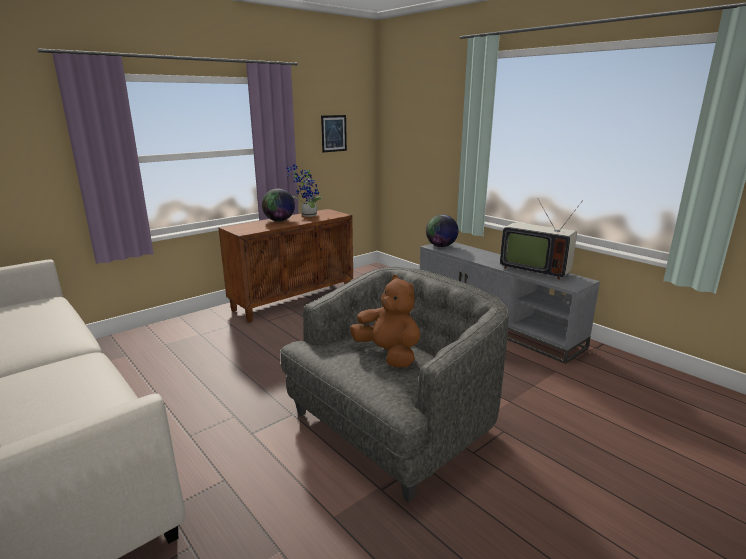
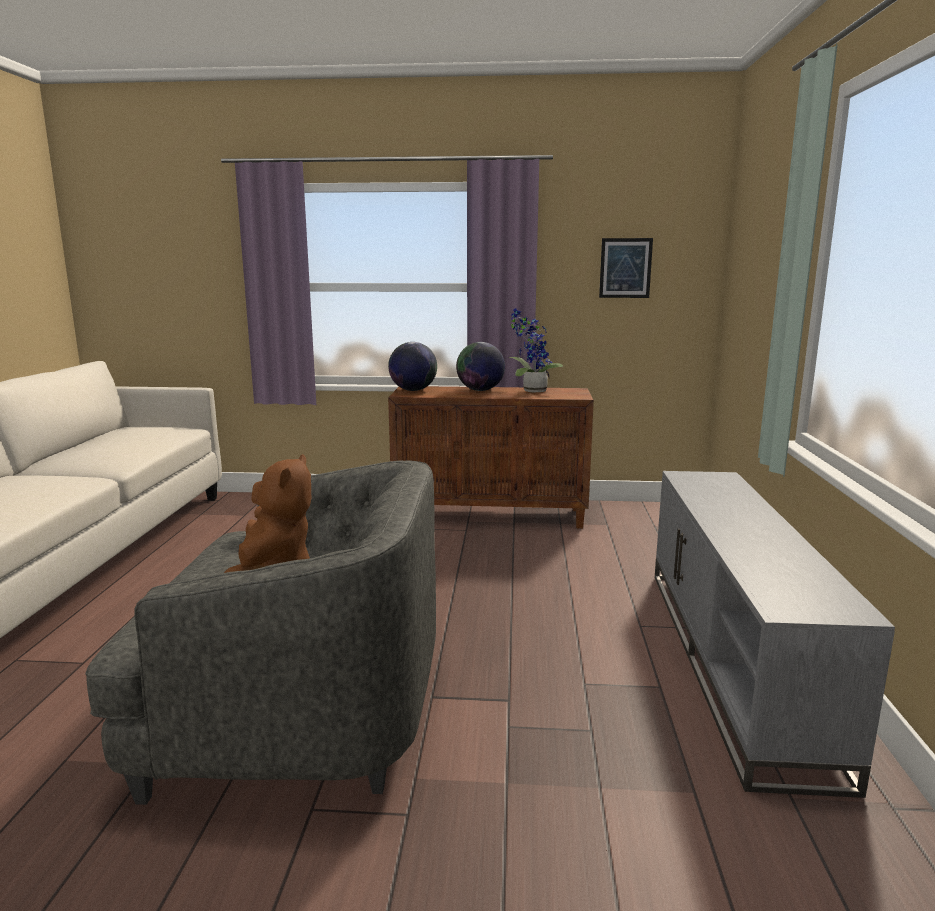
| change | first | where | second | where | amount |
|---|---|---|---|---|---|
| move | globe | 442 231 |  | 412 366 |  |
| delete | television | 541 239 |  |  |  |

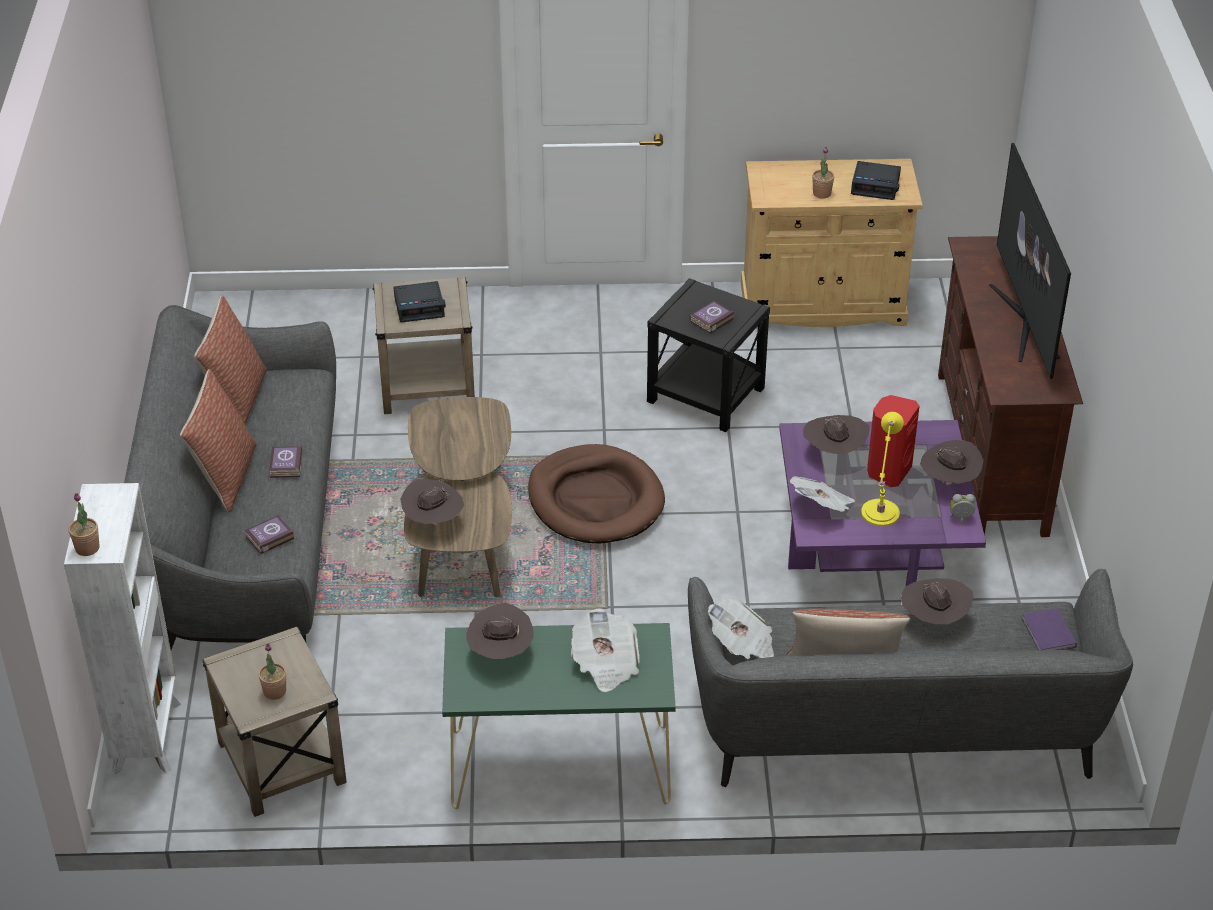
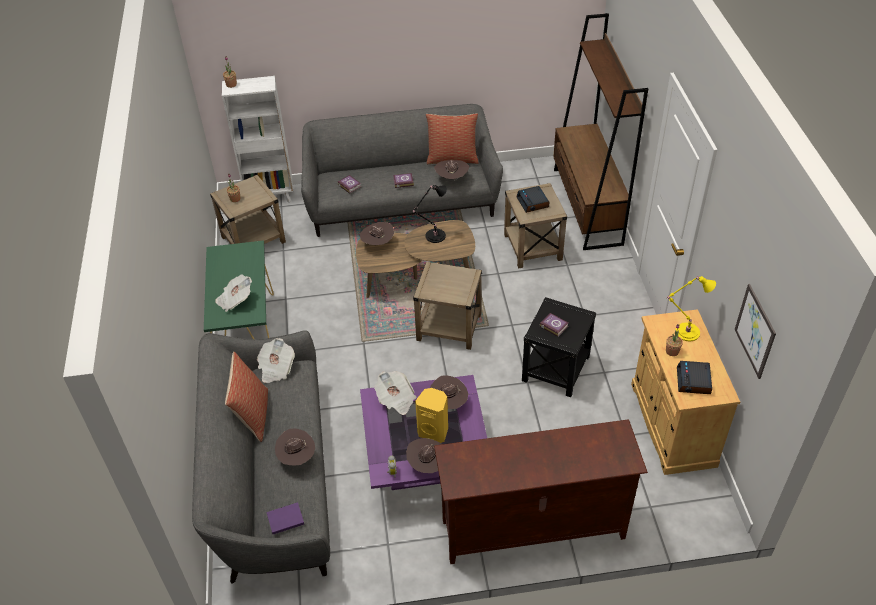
| change | first | where | second | where | amount |
|---|---|---|---|---|---|
| insert |  |  | black tabletop lamp | 430 214 |  |
| replace | brown-coloured dog cushion | 596 494 | beige side table | 447 306 |  |
| recolor | reddish speaker | 893 441 | yellow speaker | 431 415 |  |
| move | brown-coloured clothing hat | 500 631 |  | 451 171 |  |
| insert |  |  | brown-coloured bookcase | 600 131 |  |
| move | yellow tabletop lamp | 882 469 |  | 691 308 |  |
| insert |  |  | picture | 755 331 |  |
| delete | throw pillow | 218 440 |  |  |  |
| delete | television | 1030 261 |  |  |  |

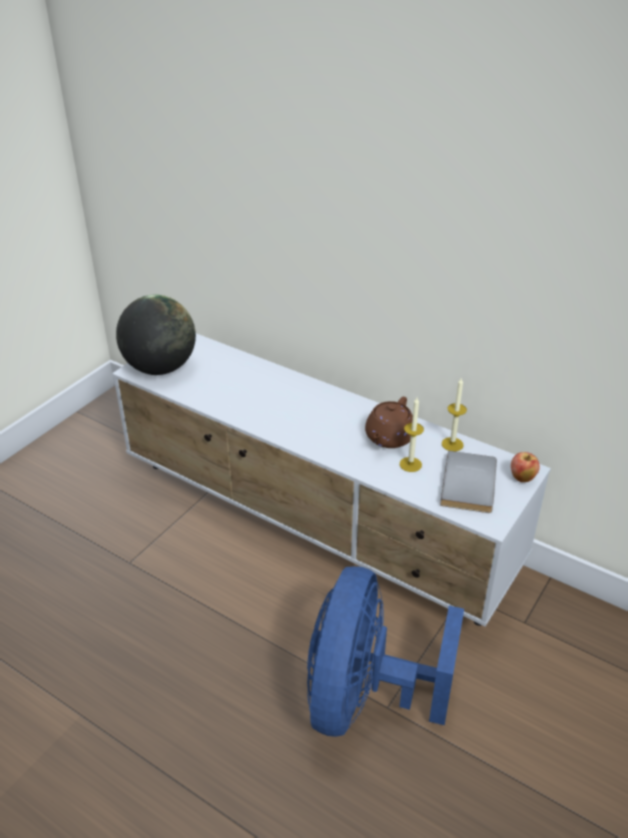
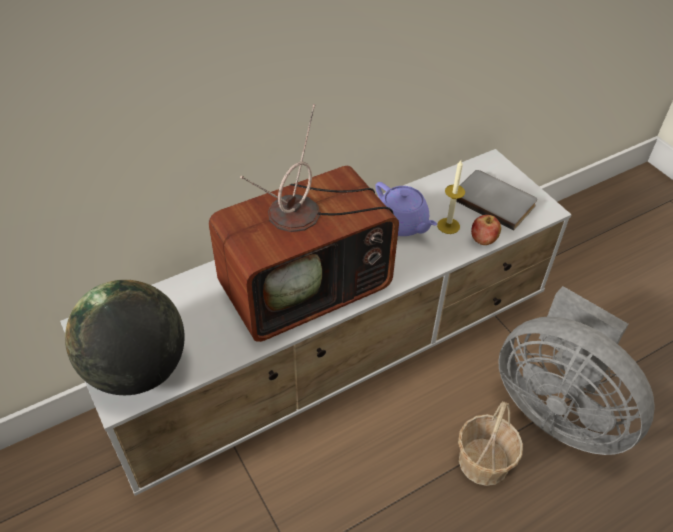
| change | first | where | second | where | amount |
|---|---|---|---|---|---|
| insert |  |  | television | 304 223 |  |
| recolor | brown-coloured pot for tea | 389 422 | purplish pot for tea | 406 209 |  |
| insert |  |  | basket | 490 443 |  |
| move | apple | 525 467 |  | 486 230 |  |
| recolor | bluish fan | 385 651 | greyish fan | 576 370 |  |
| delete | wax candle | 454 414 |  |  |  |

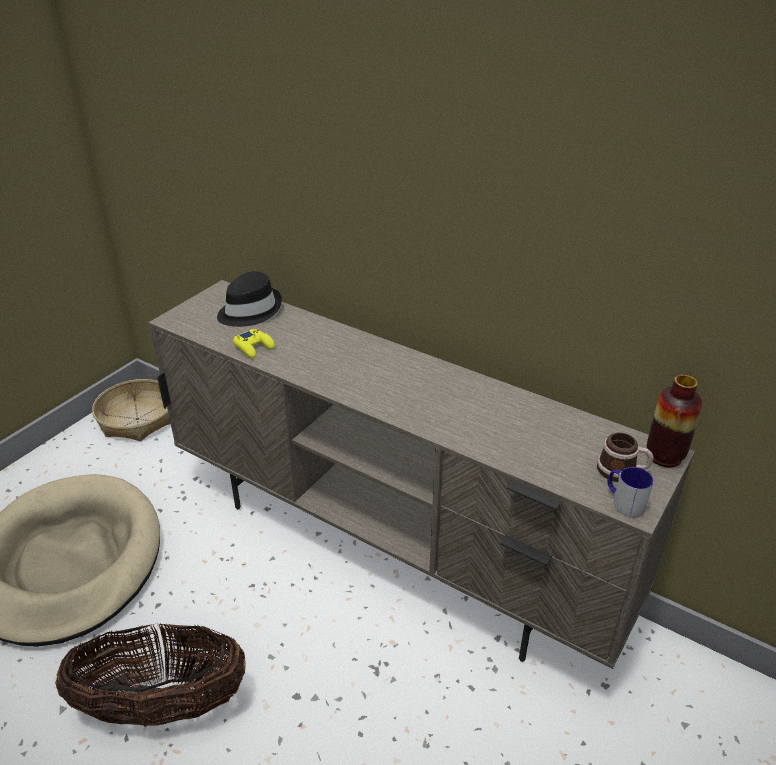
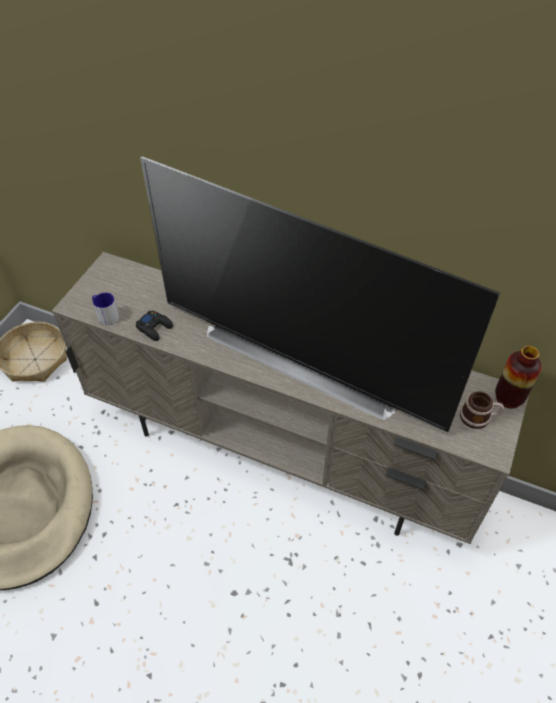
| change | first | where | second | where | amount |
|---|---|---|---|---|---|
| move | coffee mug | 631 492 |  | 105 308 |  |
| recolor | yellow game controller | 254 343 | black game controller | 154 326 |  |
| insert |  |  | television | 320 294 |  |
| delete | basket | 150 675 |  |  |  |
| delete | black clothing hat | 249 299 |  |  |  |

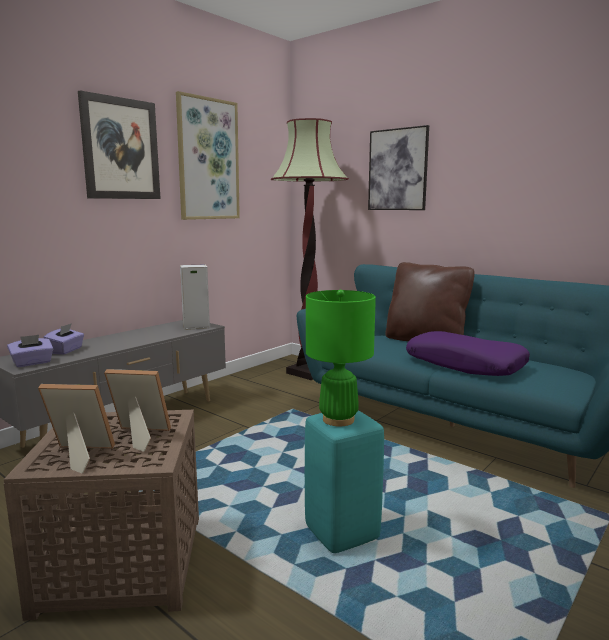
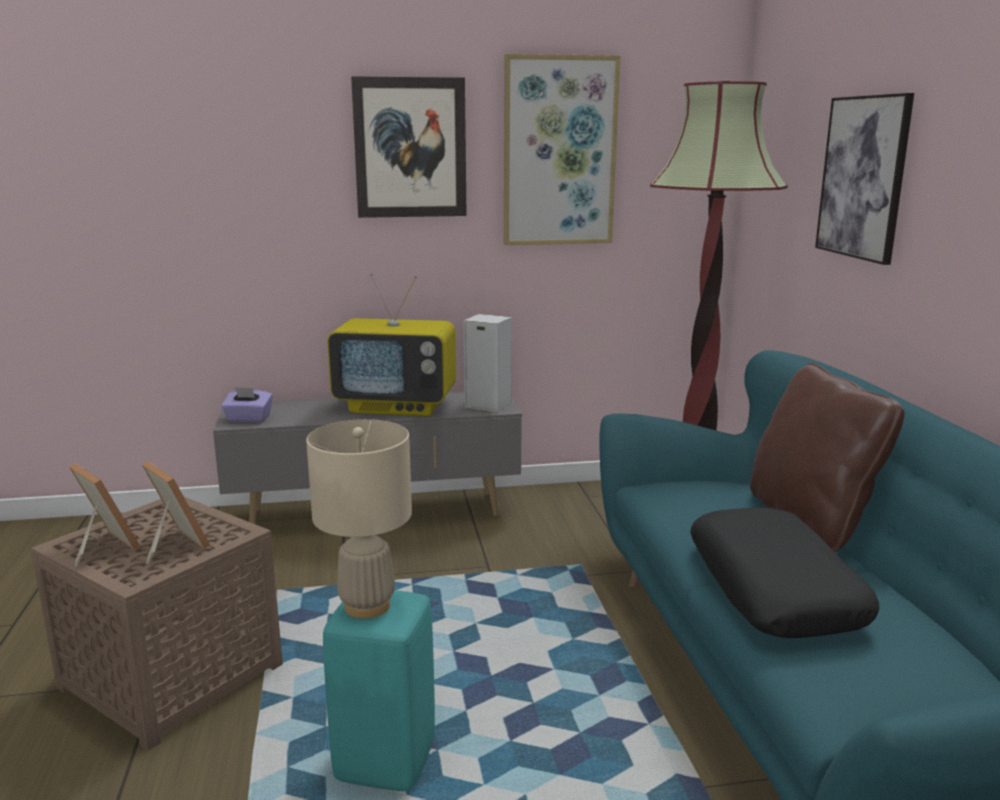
| change | first | where | second | where | amount |
|---|---|---|---|---|---|
| recolor | green tabletop lamp | 341 358 | beige tabletop lamp | 359 519 |  |
| insert |  |  | television | 391 344 |  |
| recolor | purplish throw pillow | 468 353 | black throw pillow | 785 573 |  |
| delete | purplish box of tissues | 63 339 |  |  |  |

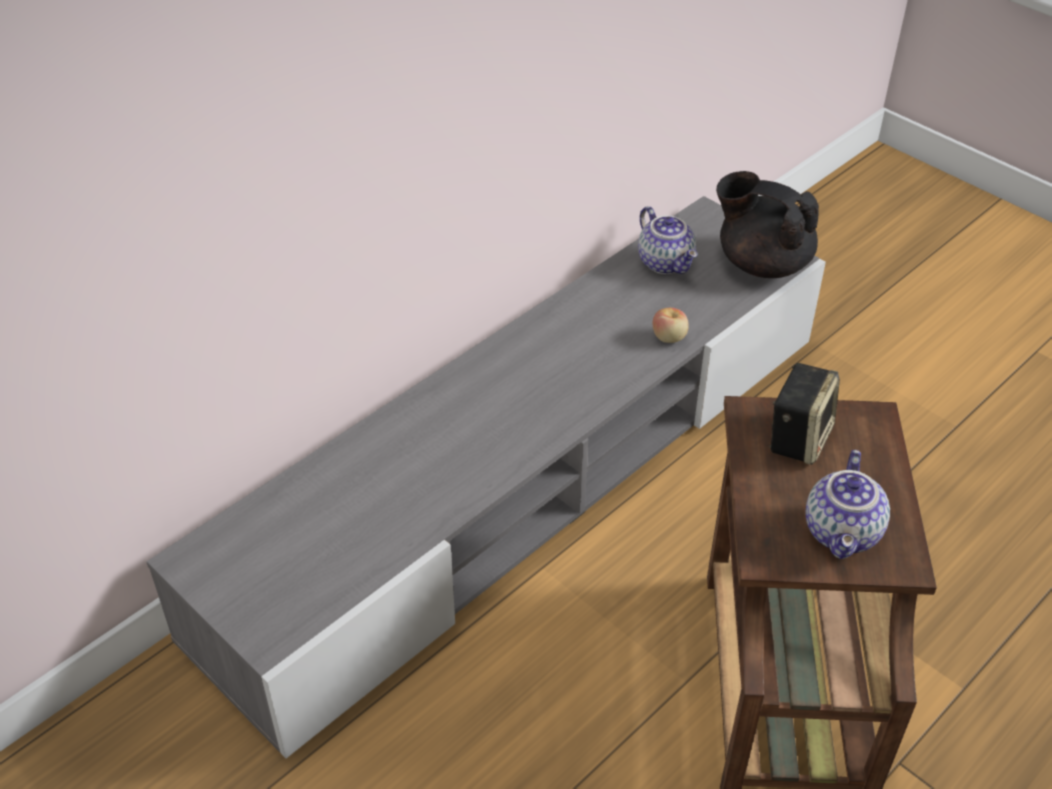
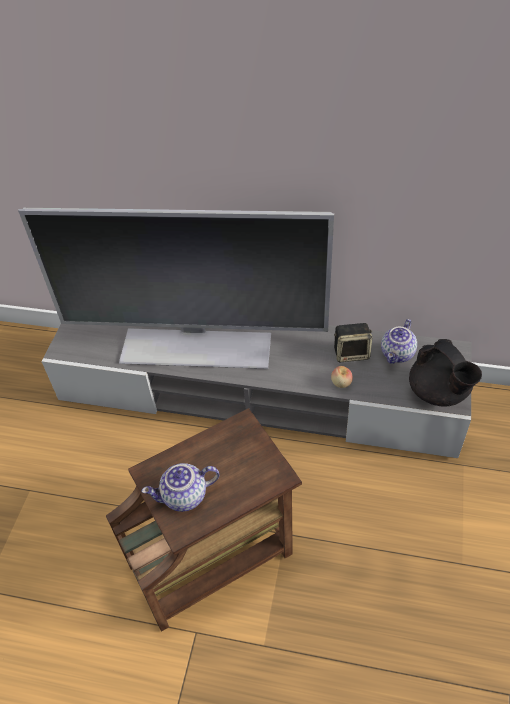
| change | first | where | second | where | amount |
|---|---|---|---|---|---|
| insert |  |  | television | 176 288 |  |
| move | speaker | 804 414 |  | 353 342 |  |
| rotate | black pot for tea | 767 224 |  | 445 373 | 150 degrees clockwise |

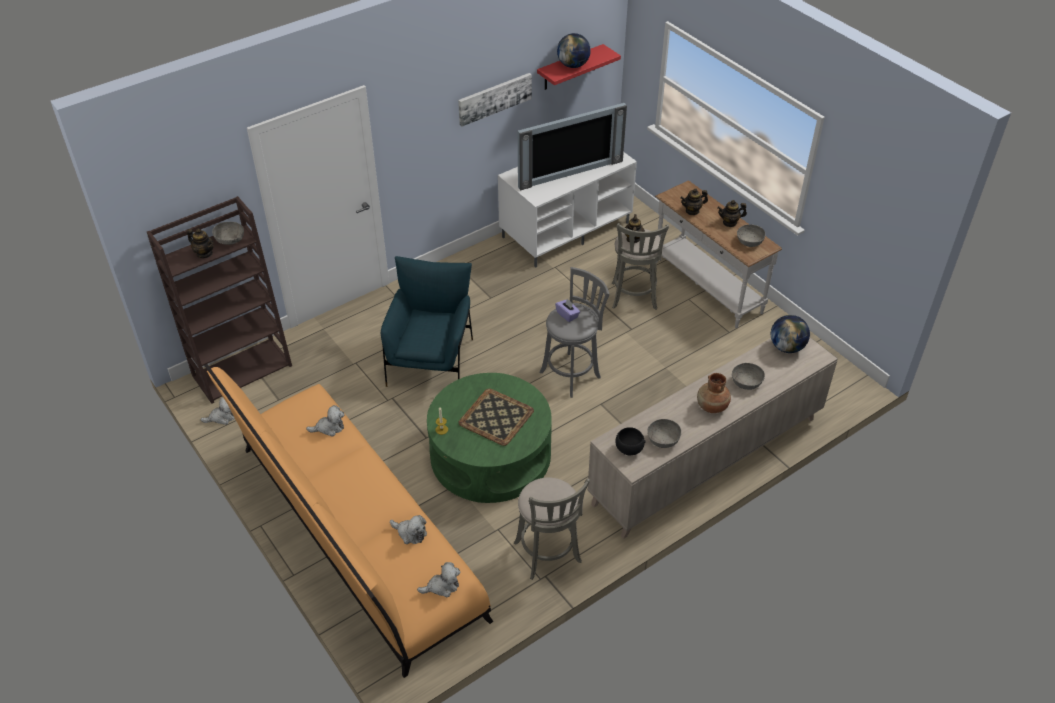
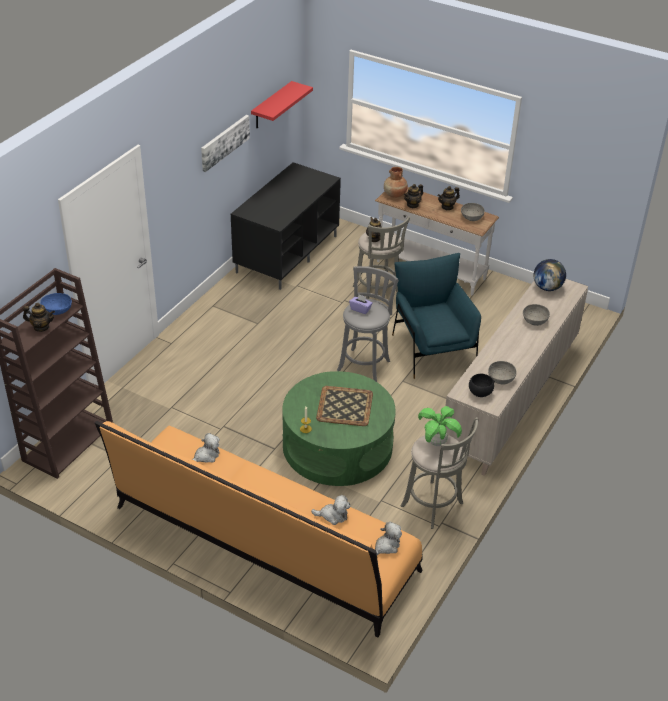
| change | first | where | second | where | amount |
|---|---|---|---|---|---|
| recolor | greyish bowl | 228 233 | bluish bowl | 56 304 |  |
| recolor | white-coloured tv stand | 567 210 | black tv stand | 286 226 |  |
| move | brown-coloured decorative vase | 714 393 |  | 396 182 |  |
| move | bluish lounge chair | 427 321 |  | 436 316 |  |
| insert |  |  | plant in a pot | 440 426 |  |
| delete | cuddly toy | 217 411 |  |  |  |
| delete | television | 572 146 |  |  |  |
| delete | globe | 574 50 |  |  |  |

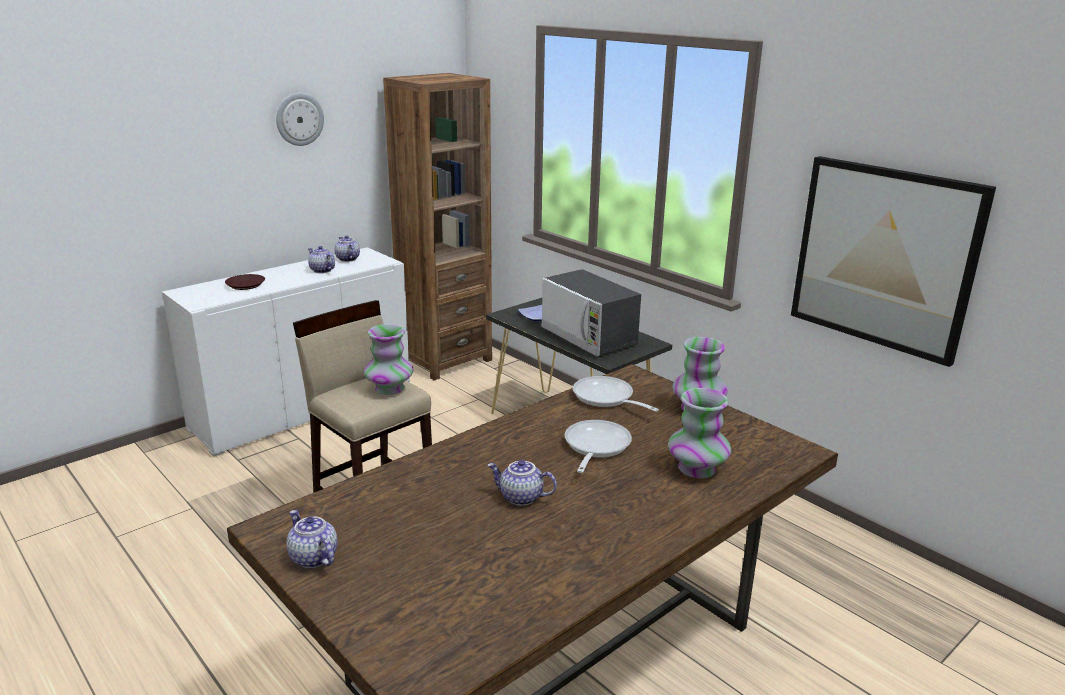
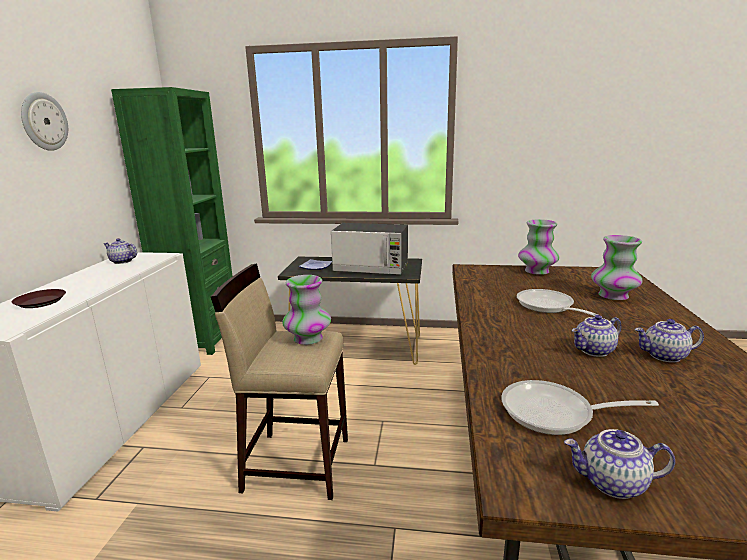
| change | first | where | second | where | amount |
|---|---|---|---|---|---|
| recolor | brown-coloured bookcase | 437 227 | green bookcase | 172 221 |  |
| move | skillet | 616 394 |  | 580 407 |  |
| move | pot for tea | 321 259 |  | 669 341 |  |
| delete | picture | 893 261 |  |  |  |

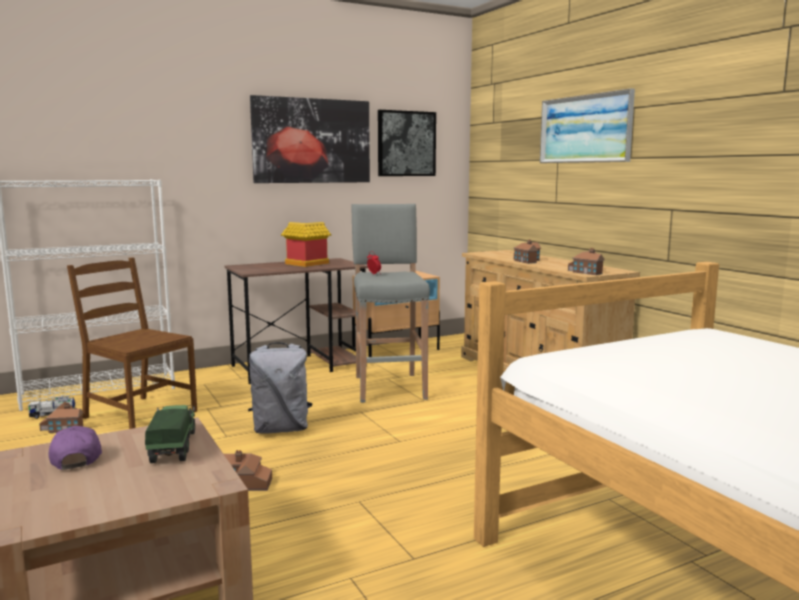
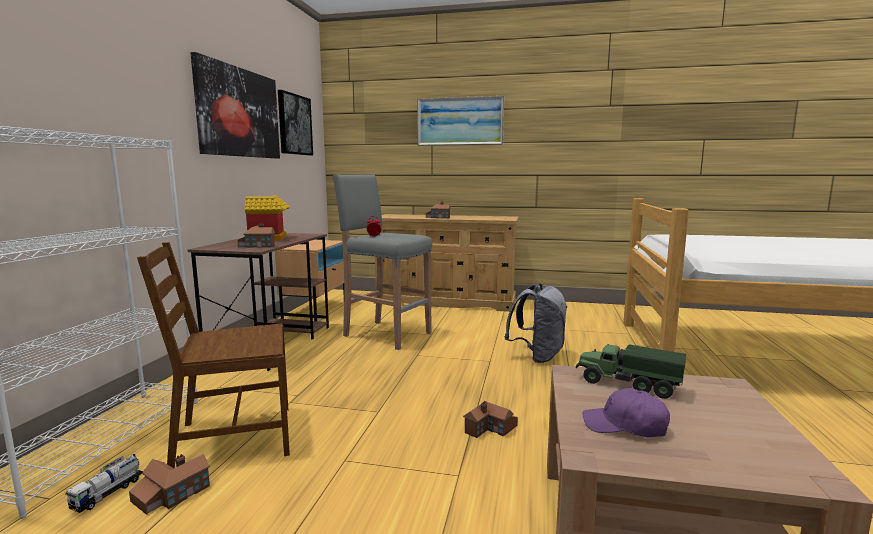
| change | first | where | second | where | amount |
|---|---|---|---|---|---|
| move | miniature house | 586 261 |  | 256 235 |  |
| move | greyish knapsack | 280 388 |  | 535 323 |  |

